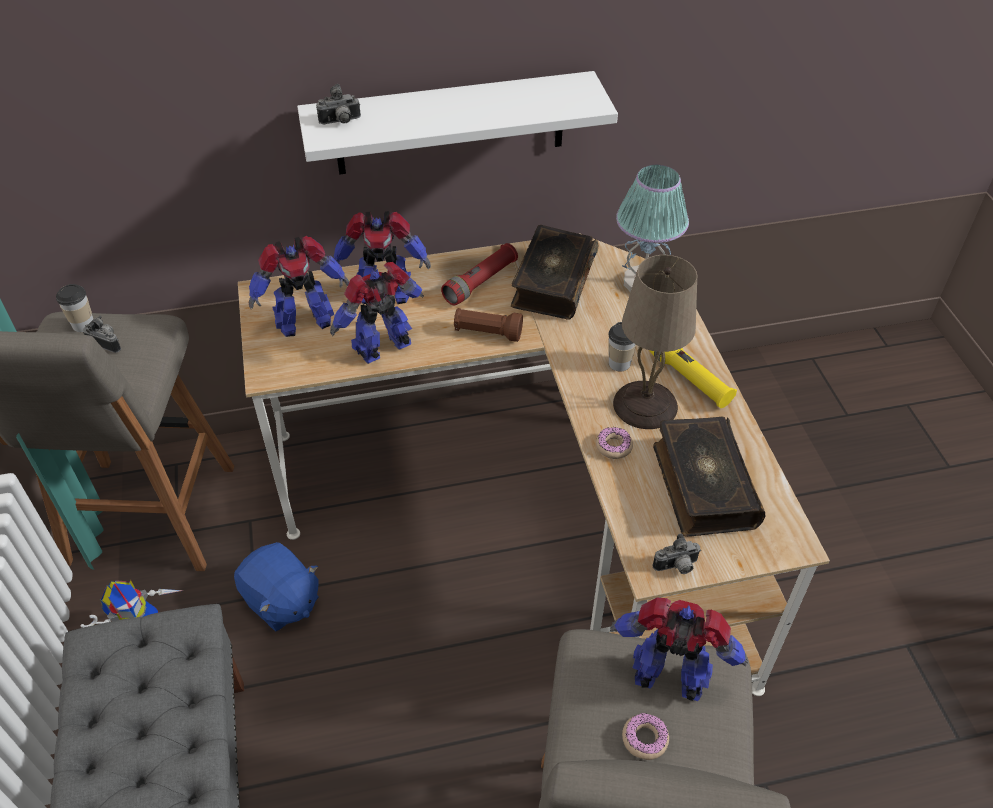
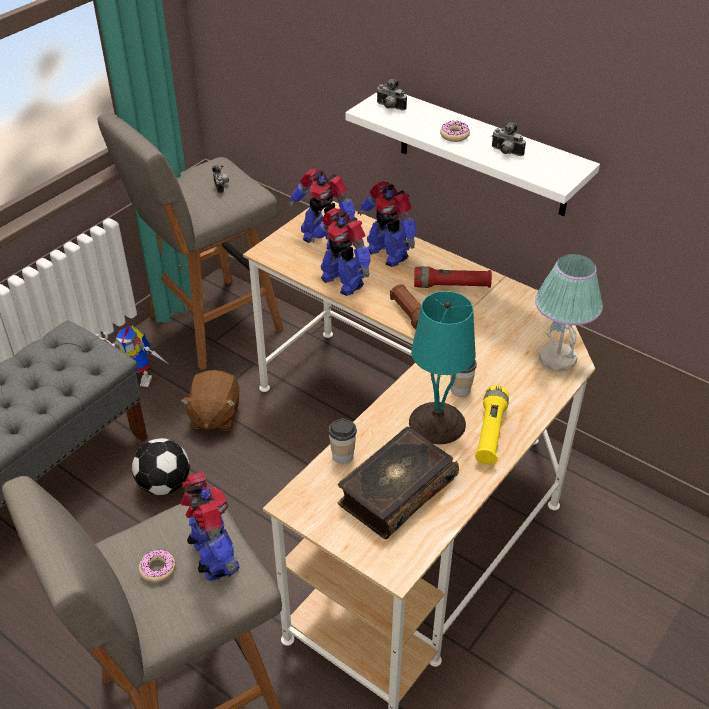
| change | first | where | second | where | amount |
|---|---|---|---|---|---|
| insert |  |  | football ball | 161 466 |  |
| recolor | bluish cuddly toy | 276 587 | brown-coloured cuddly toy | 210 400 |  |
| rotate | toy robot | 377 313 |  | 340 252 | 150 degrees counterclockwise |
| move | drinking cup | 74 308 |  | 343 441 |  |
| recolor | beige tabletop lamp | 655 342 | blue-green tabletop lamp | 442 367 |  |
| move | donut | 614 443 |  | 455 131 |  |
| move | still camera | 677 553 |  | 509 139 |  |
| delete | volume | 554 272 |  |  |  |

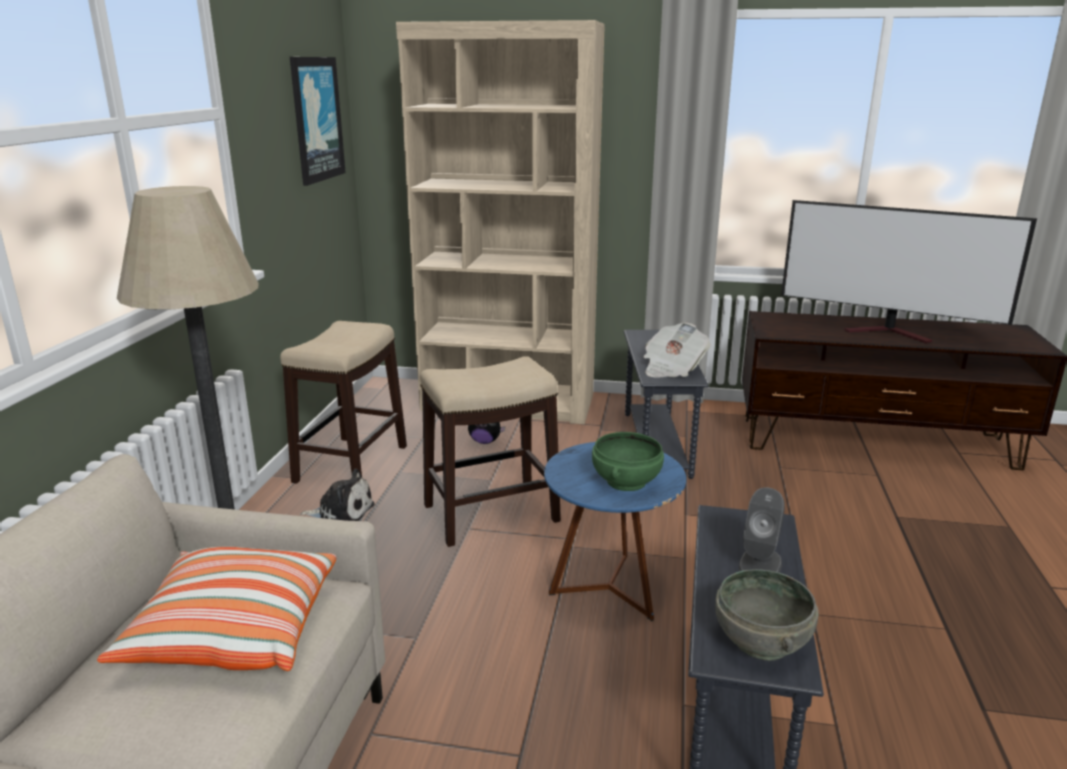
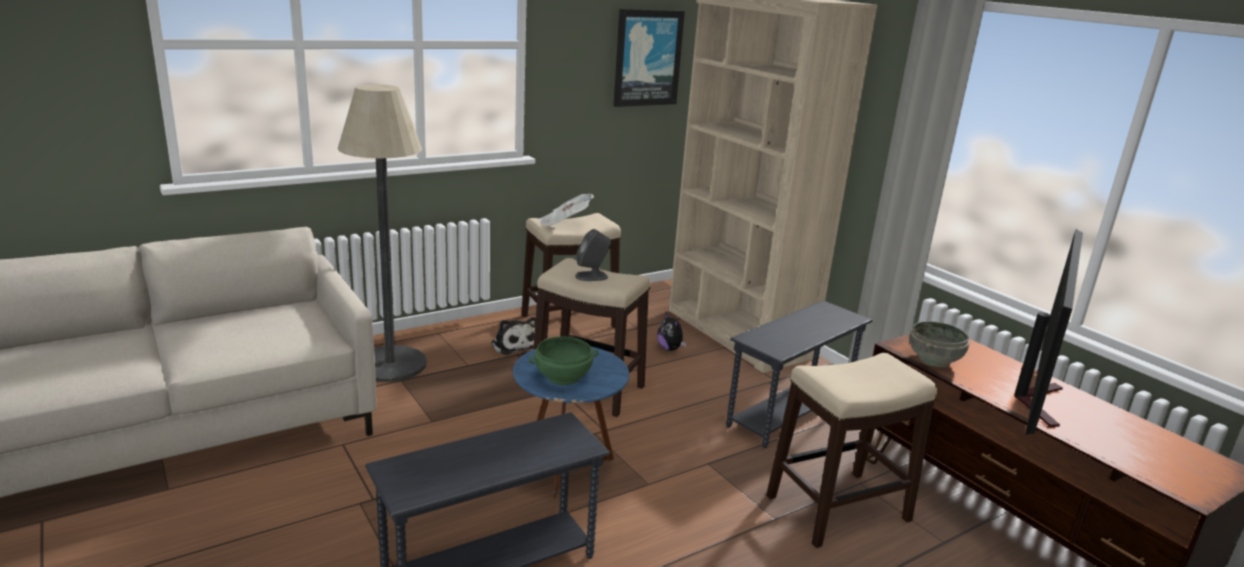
| change | first | where | second | where | amount |
|---|---|---|---|---|---|
| move | printed paper | 677 350 |  | 566 210 |  |
| move | greyish speaker | 762 530 |  | 593 255 |  |
| insert |  |  | stool | 851 450 |  |
| move | greyish bowl | 766 615 |  | 939 344 |  |
| rotate | television | 909 271 |  | 1048 332 | 135 degrees counterclockwise |
| delete | throw pillow | 216 609 |  |  |  |

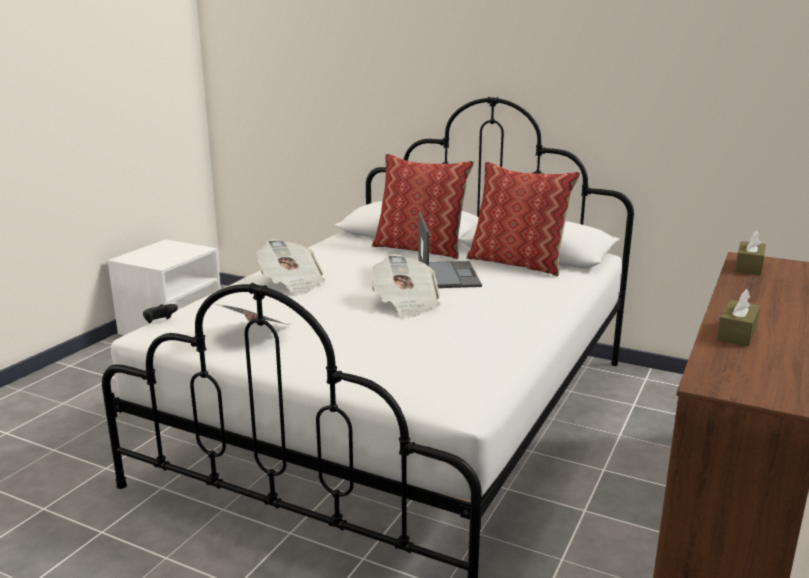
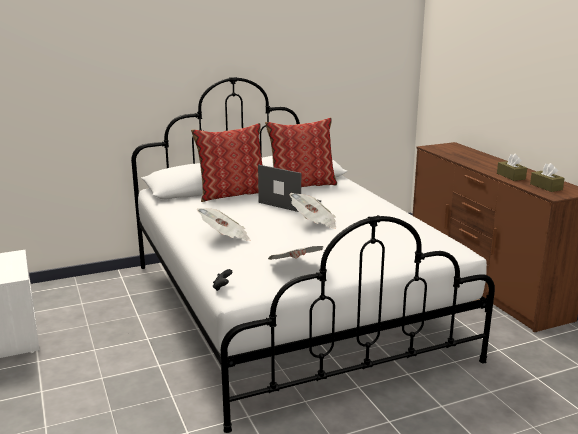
| change | first | where | second | where | amount |
|---|---|---|---|---|---|
| move | brown-coloured box of tissues | 750 252 |  | 547 177 |  |

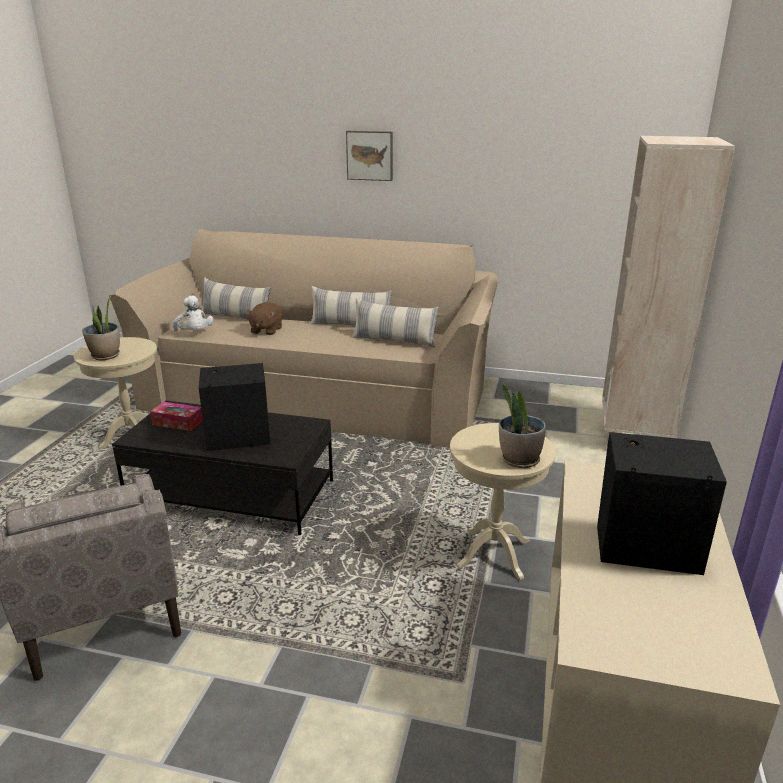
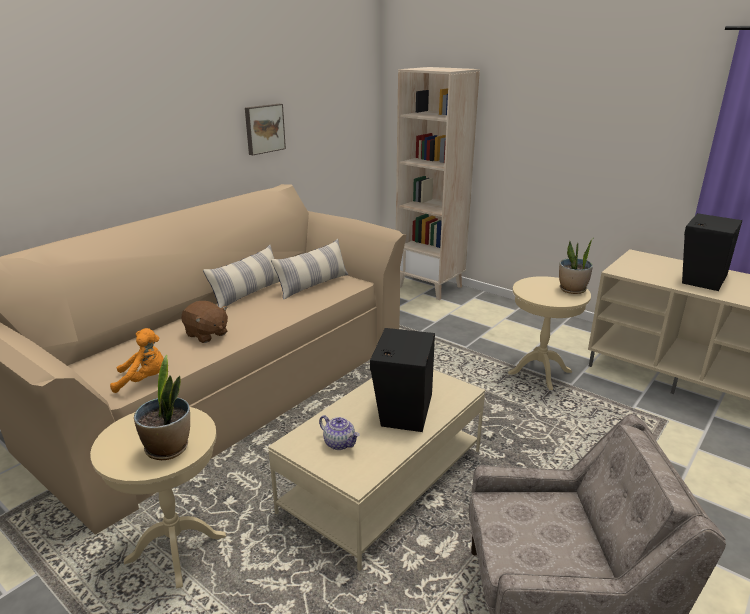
| change | first | where | second | where | amount |
|---|---|---|---|---|---|
| recolor | white-coloured cuddly toy | 193 313 | orangey cuddly toy | 137 360 |  |
| move | picture | 369 156 |  | 265 129 |  |
| recolor | black coffee table | 222 468 | beige coffee table | 376 470 |  |
| replace | box of tissues | 176 416 | pot for tea | 339 432 |  |
| delete | throw pillow | 236 298 |  |  |  |

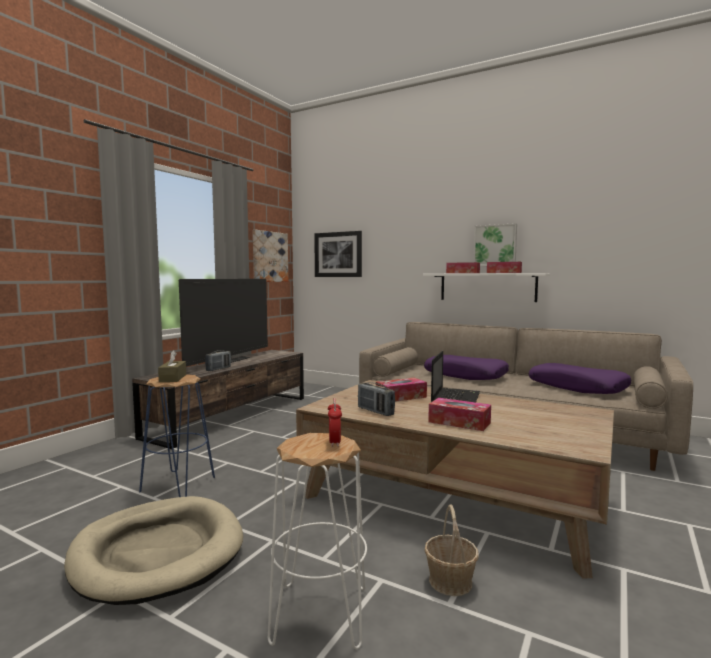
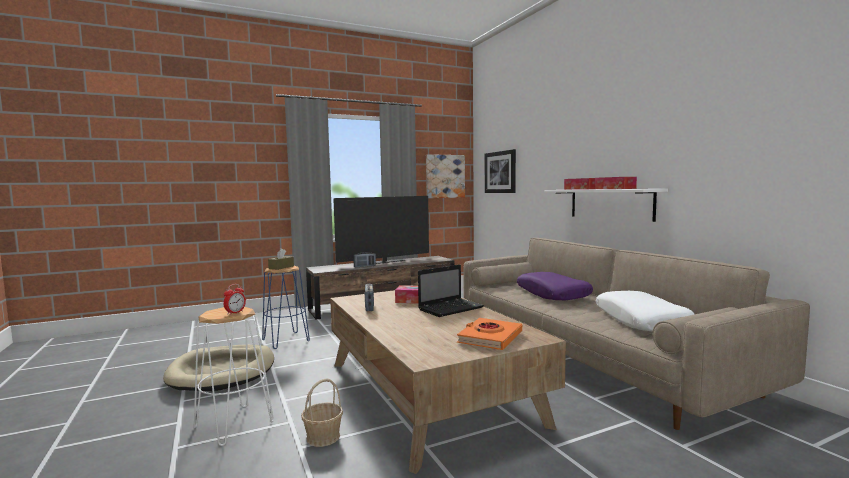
| change | first | where | second | where | amount |
|---|---|---|---|---|---|
| insert |  |  | orangey volume | 489 334 |  |
| recolor | purplish throw pillow | 580 378 | white-coloured throw pillow | 645 311 |  |
| delete | box of tissues | 459 414 |  |  |  |
| delete | picture | 495 244 |  |  |  |

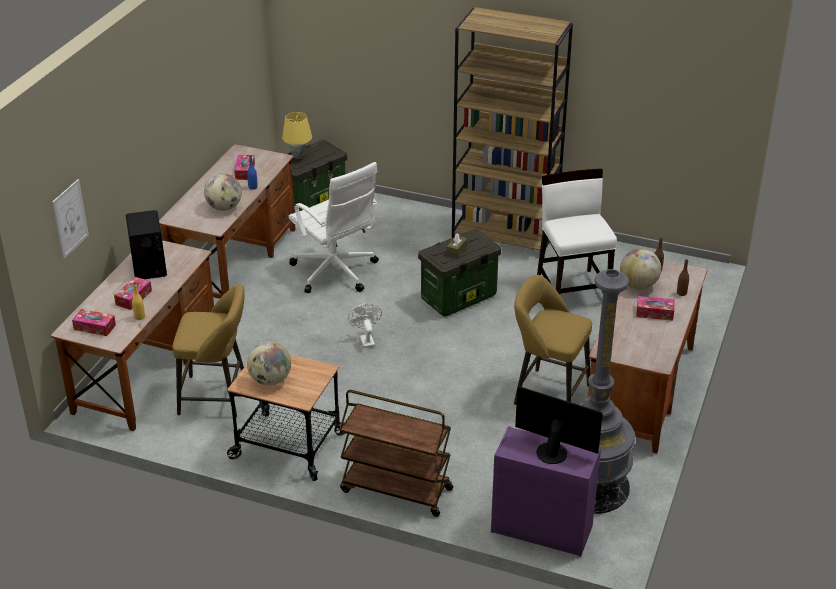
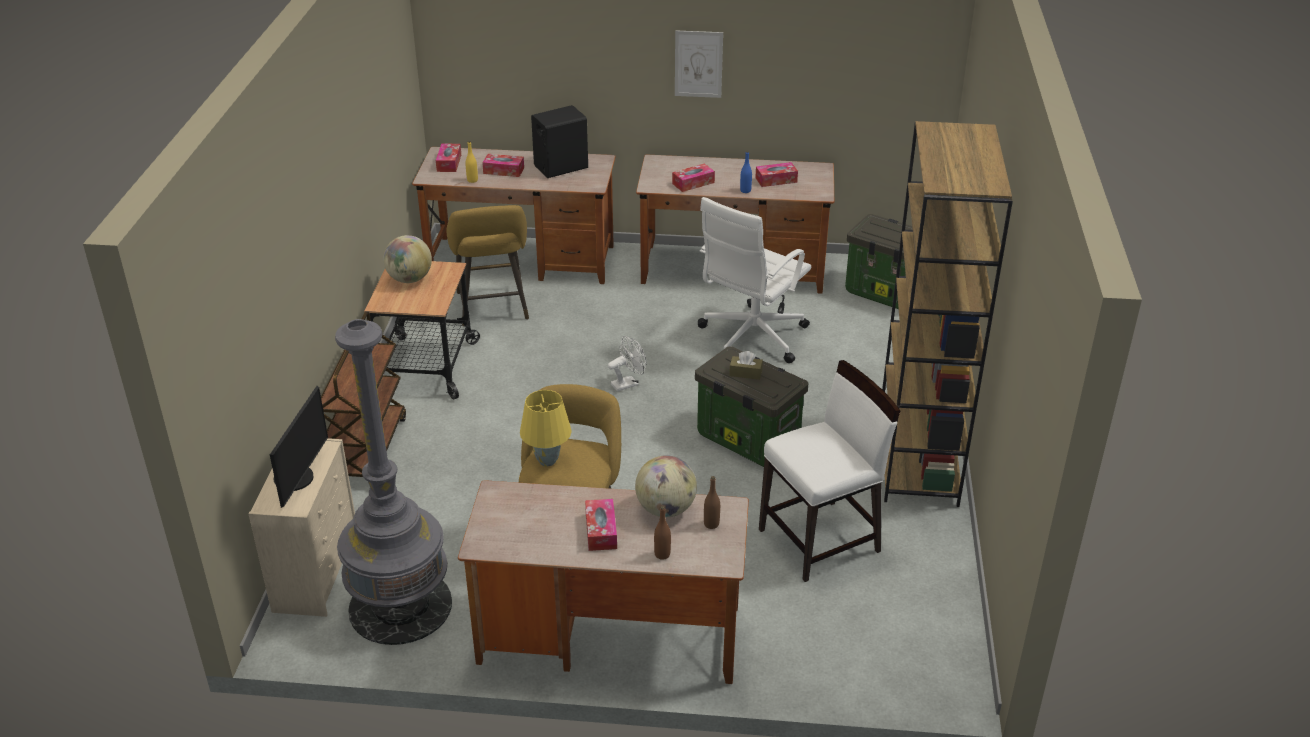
| change | first | where | second | where | amount |
|---|---|---|---|---|---|
| recolor | purplish chest of drawers | 546 491 | beige chest of drawers | 301 527 |  |
| move | yellow tabletop lamp | 297 135 |  | 546 428 |  |
| replace | globe | 223 192 | box of tissues | 693 177 |  |
| move | picture | 70 219 |  | 699 64 |  |

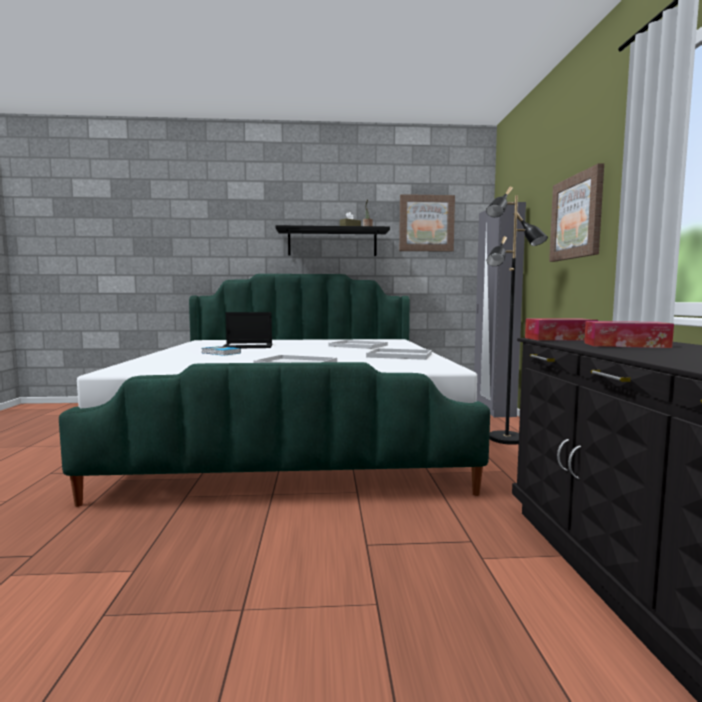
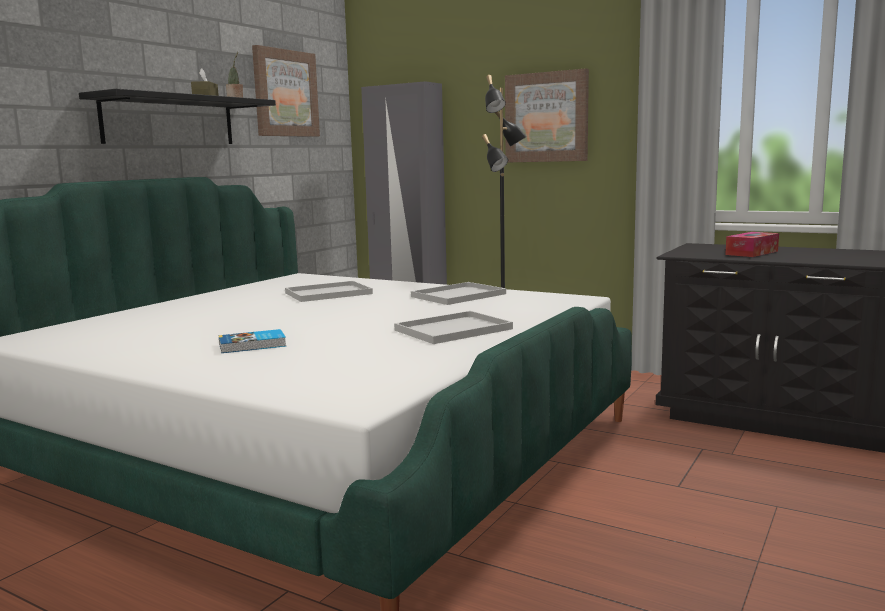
| change | first | where | second | where | amount |
|---|---|---|---|---|---|
| delete | notebook computer | 247 330 |  |  |  |
| delete | box of tissues | 561 330 |  |  |  |

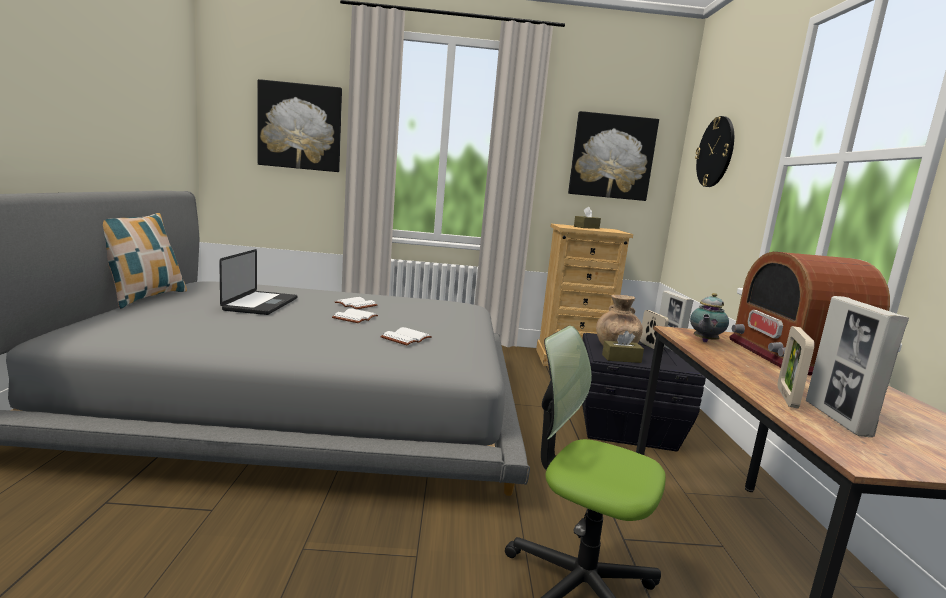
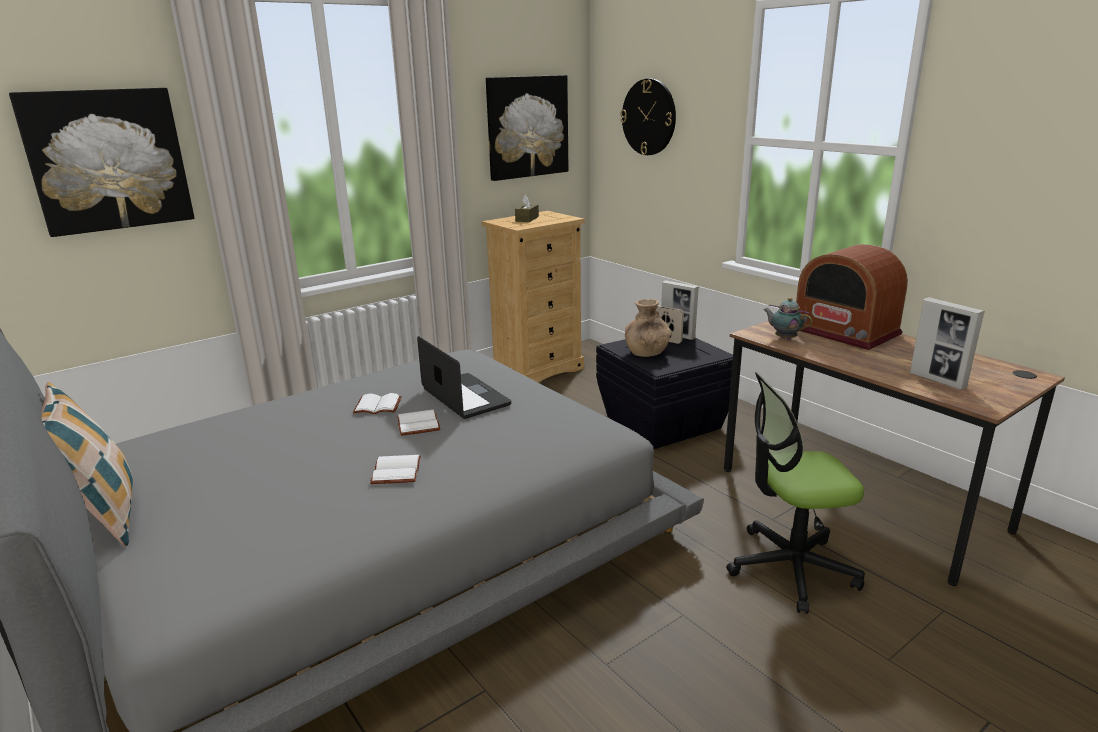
| change | first | where | second | where | amount |
|---|---|---|---|---|---|
| move | white-coloured volume | 406 336 |  | 395 469 |  |
| move | notebook computer | 258 282 |  | 464 377 |  |
| rotate | pot for tea | 709 317 |  | 787 318 | 135 degrees clockwise |
| delete | brown-coloured box of tissues | 623 347 |  |  |  |
| delete | photo frame | 796 367 |  |  |  |

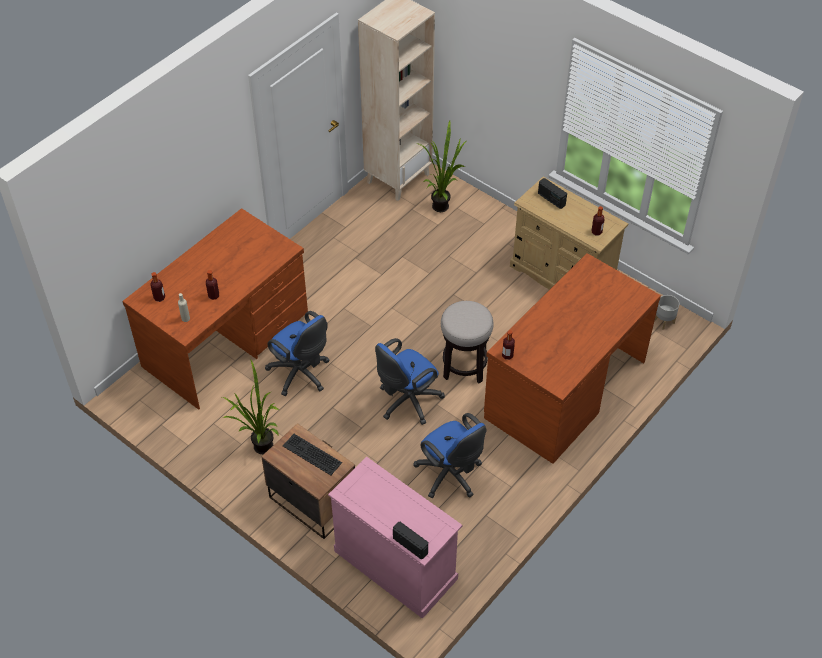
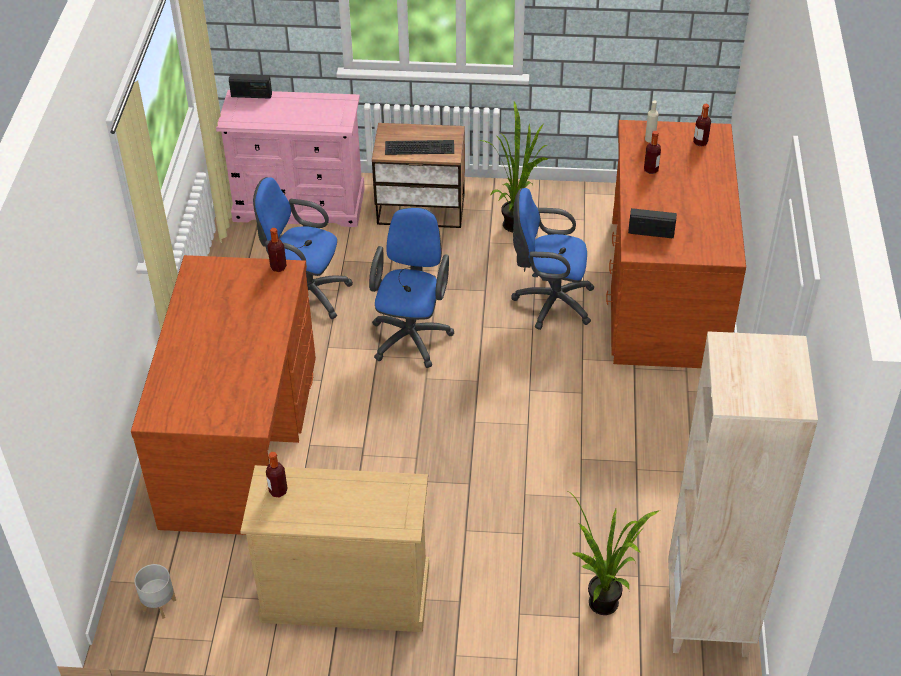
| change | first | where | second | where | amount |
|---|---|---|---|---|---|
| move | radio set | 552 193 |  | 652 223 |  |
| delete | stool | 467 342 |  |  |  |

